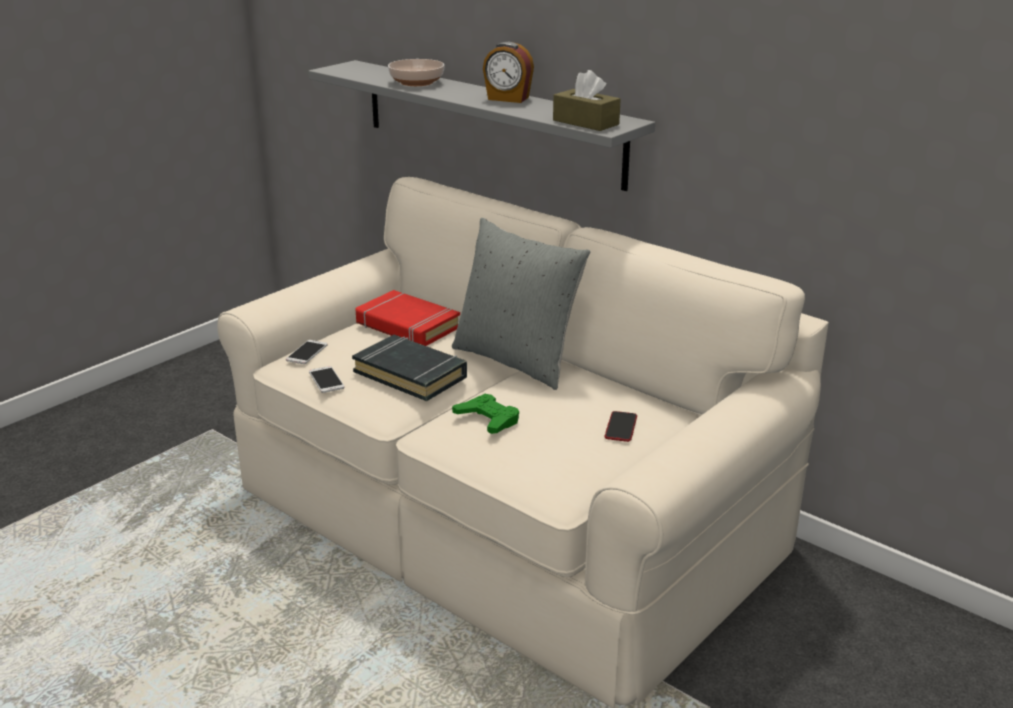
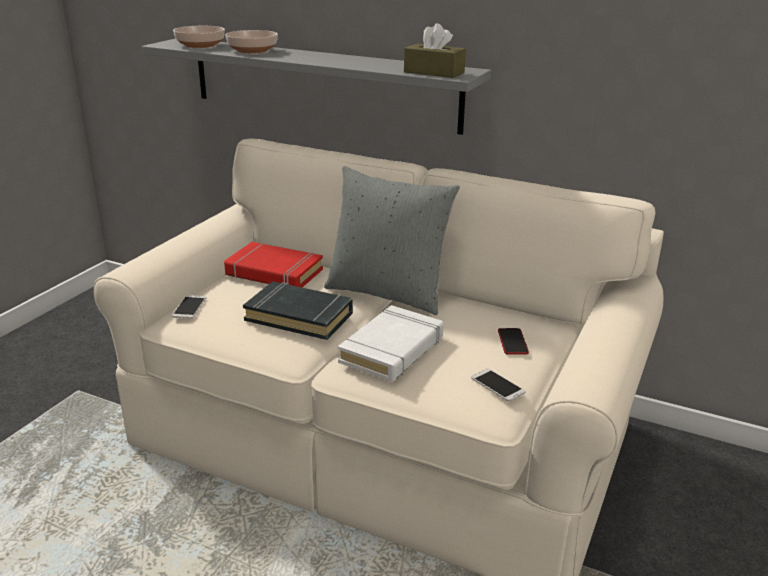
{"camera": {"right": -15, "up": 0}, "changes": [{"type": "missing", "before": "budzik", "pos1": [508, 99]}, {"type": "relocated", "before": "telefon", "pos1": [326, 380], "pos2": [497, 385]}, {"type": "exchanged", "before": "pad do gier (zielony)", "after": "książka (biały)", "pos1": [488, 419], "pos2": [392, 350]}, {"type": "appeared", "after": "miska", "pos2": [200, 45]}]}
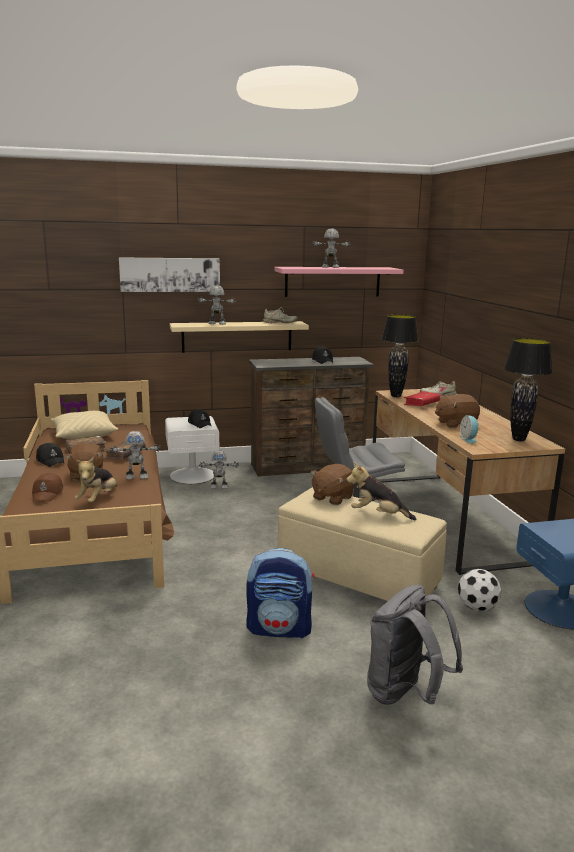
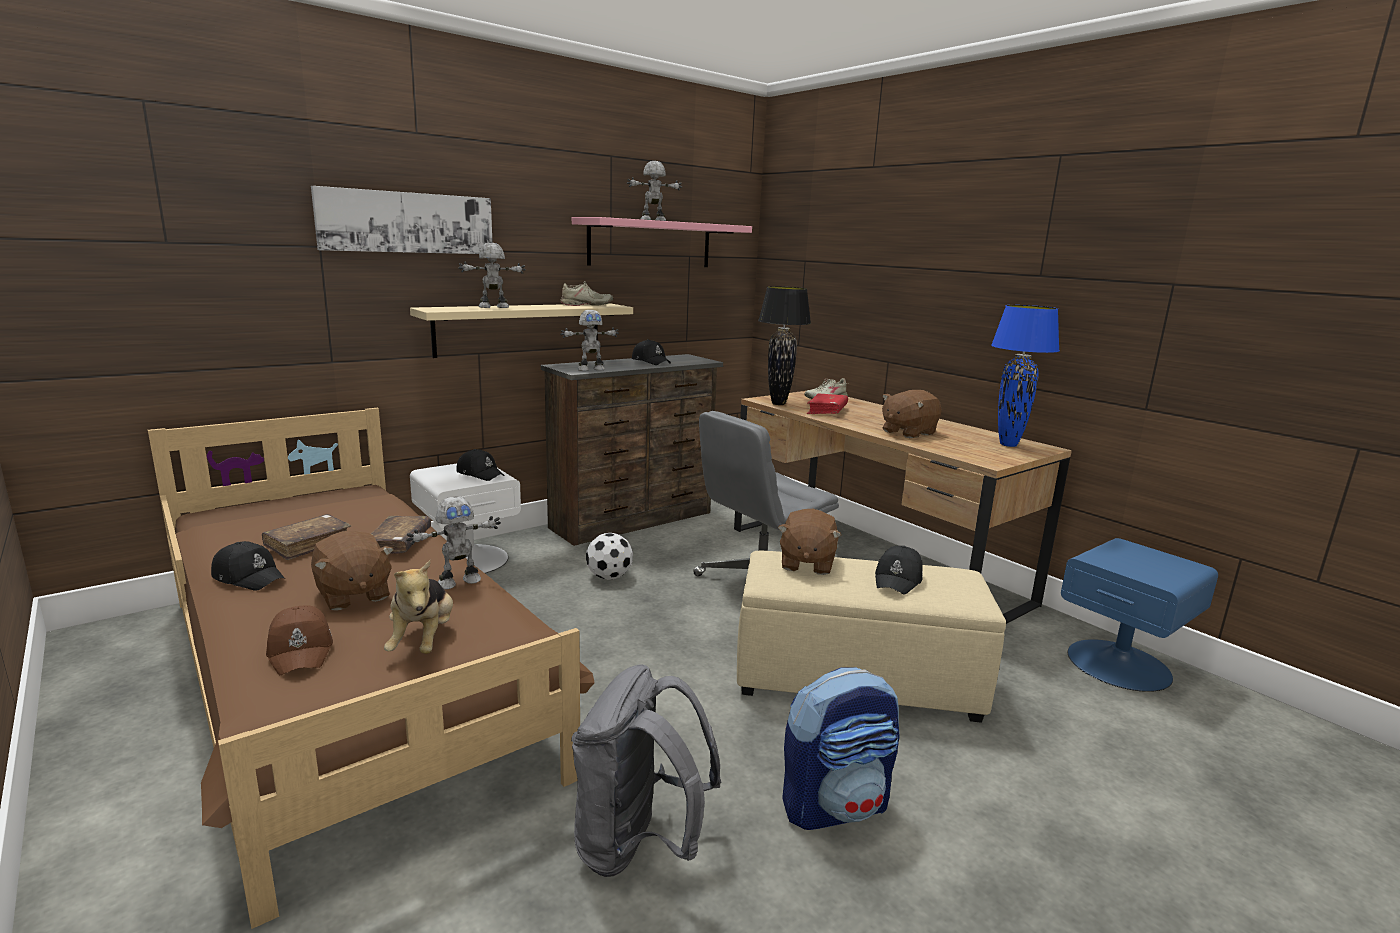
{"camera": {"right": -25, "up": 0}, "changes": [{"type": "colour", "before": "lampa stołowa (czarny)", "after": "lampa stołowa (niebieski)", "pos1": [519, 439], "pos2": [1009, 445]}, {"type": "missing", "before": "poduszka (beżowy)", "pos1": [83, 435]}, {"type": "missing", "before": "budzik", "pos1": [469, 439]}, {"type": "relocated", "before": "robot zabawkowy", "pos1": [219, 486], "pos2": [590, 369]}, {"type": "exchanged", "before": "pluszak", "after": "czapka z daszkiem (czarny)", "pos1": [378, 515], "pos2": [899, 579]}, {"type": "relocated", "before": "piłka futbolowa", "pos1": [477, 608], "pos2": [609, 577]}, {"type": "relocated", "before": "plecak (szary)", "pos1": [405, 694], "pos2": [638, 845]}]}
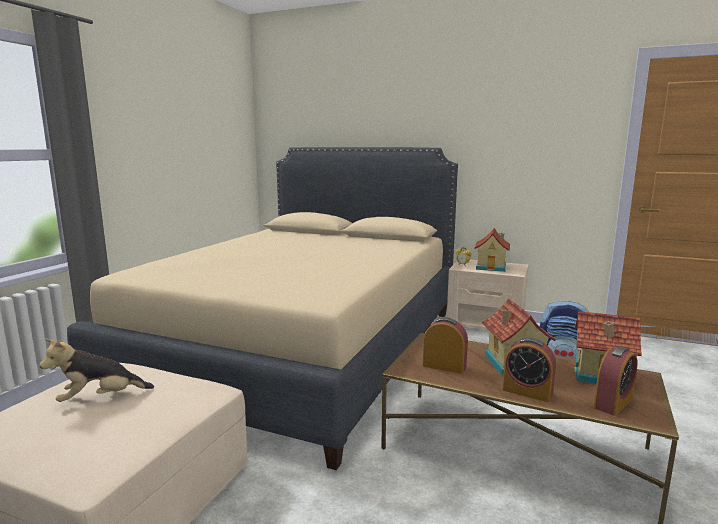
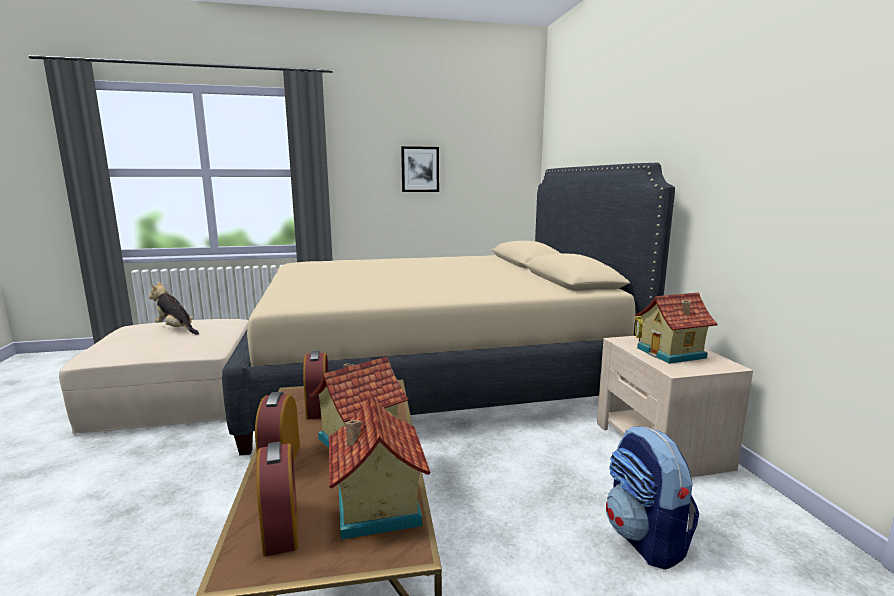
{"camera": {"right": 55, "up": 0}, "changes": [{"type": "spun", "before": "budzik", "pos1": [613, 403], "pos2": [281, 527], "turn": -120}, {"type": "appeared", "after": "obraz", "pos2": [420, 169]}]}
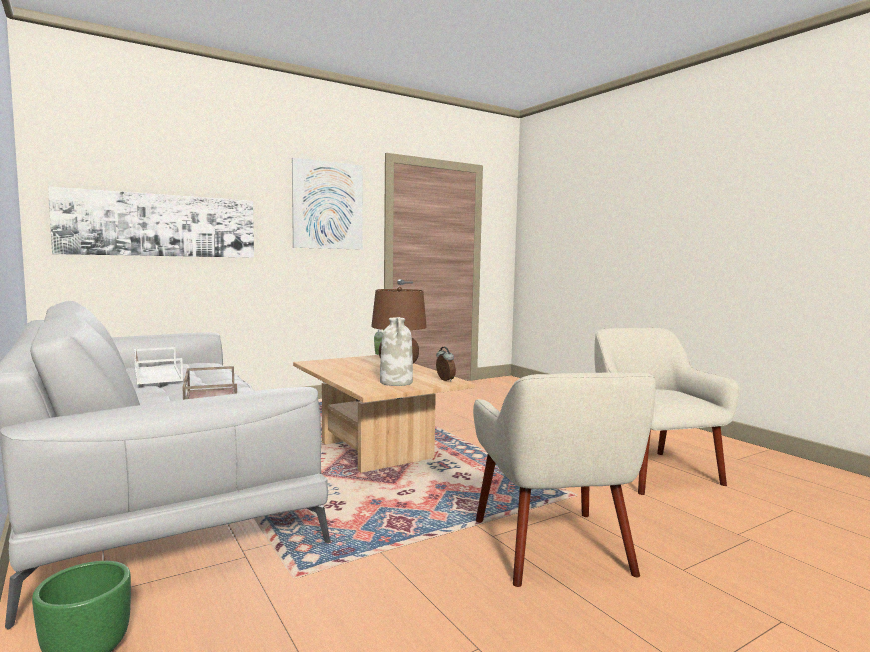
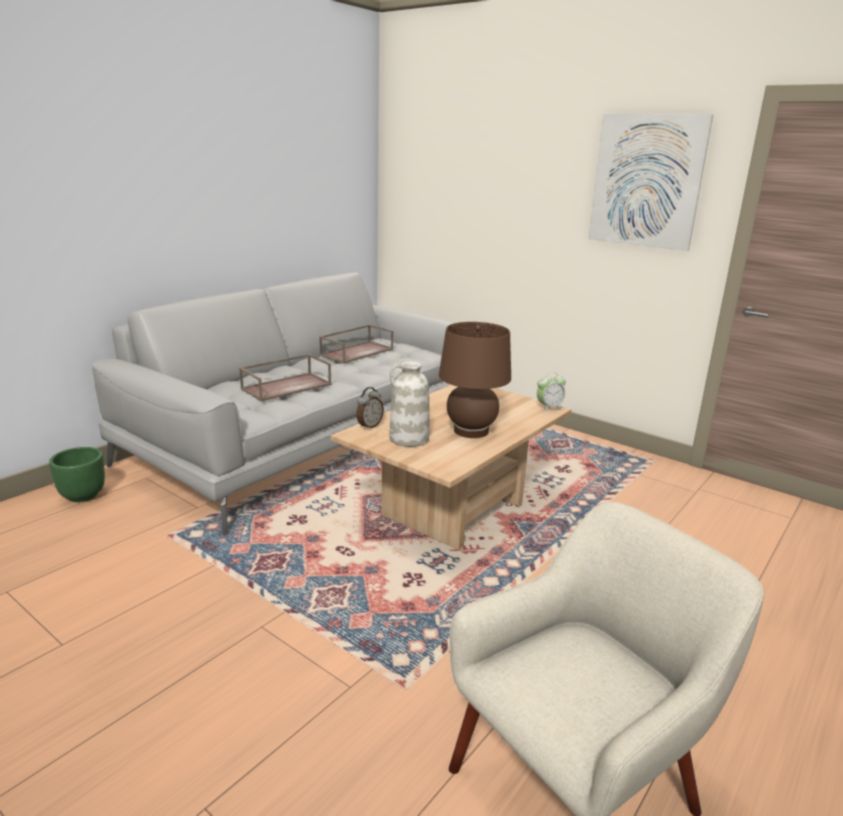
{"camera": {"right": 70, "up": 15}, "changes": [{"type": "missing", "before": "obraz", "pos1": [160, 225]}, {"type": "colour", "before": "taca (biały)", "after": "taca (brązowy)", "pos1": [156, 374], "pos2": [357, 352]}, {"type": "relocated", "before": "budzik", "pos1": [444, 380], "pos2": [369, 426]}, {"type": "missing", "before": "fotel (beżowy)", "pos1": [553, 547]}]}
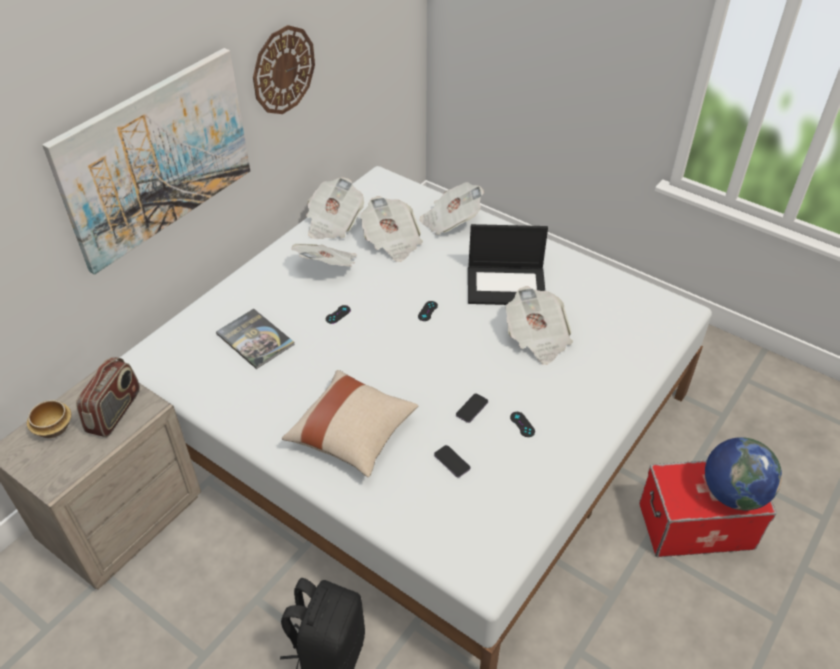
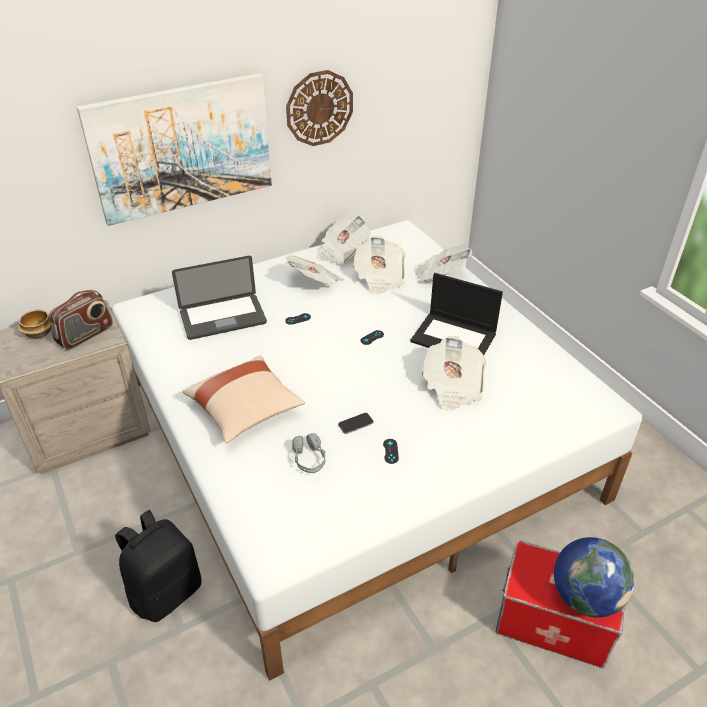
{"camera": {"right": 25, "up": -5}, "changes": [{"type": "exchanged", "before": "książka", "after": "laptop", "pos1": [255, 339], "pos2": [223, 318]}, {"type": "exchanged", "before": "telefon", "after": "słuchawki (szary)", "pos1": [452, 462], "pos2": [309, 459]}]}
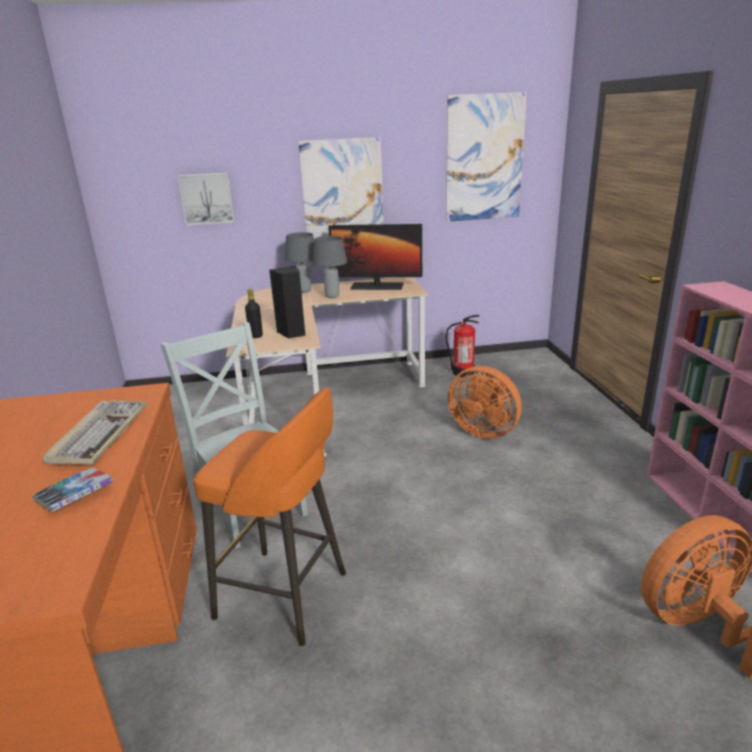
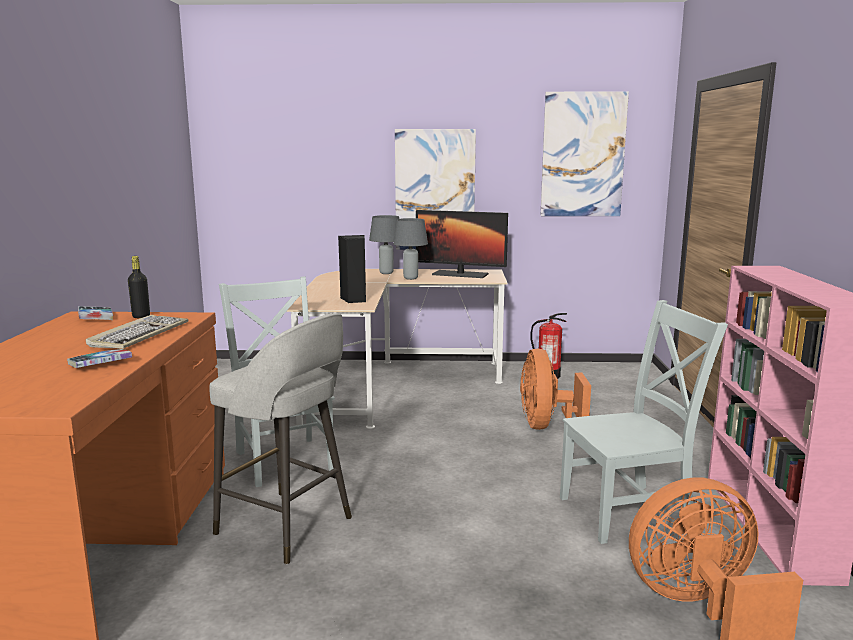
{"camera": {"right": 10, "up": -10}, "changes": [{"type": "missing", "before": "obraz", "pos1": [207, 198]}, {"type": "relocated", "before": "butelka (czarny)", "pos1": [256, 336], "pos2": [141, 316]}, {"type": "spun", "before": "wentylator (pomarańczowy)", "pos1": [483, 431], "pos2": [546, 425], "turn": 45}, {"type": "colour", "before": "stołek (pomarańczowy)", "after": "stołek (szary)", "pos1": [285, 596], "pos2": [287, 527]}, {"type": "appeared", "after": "krzesło (szary)", "pos2": [629, 512]}, {"type": "appeared", "after": "książka", "pos2": [96, 317]}]}
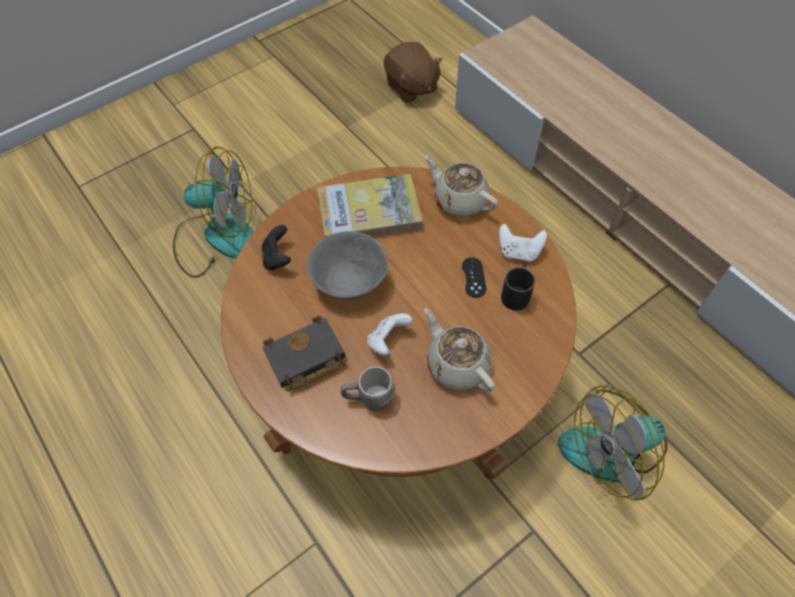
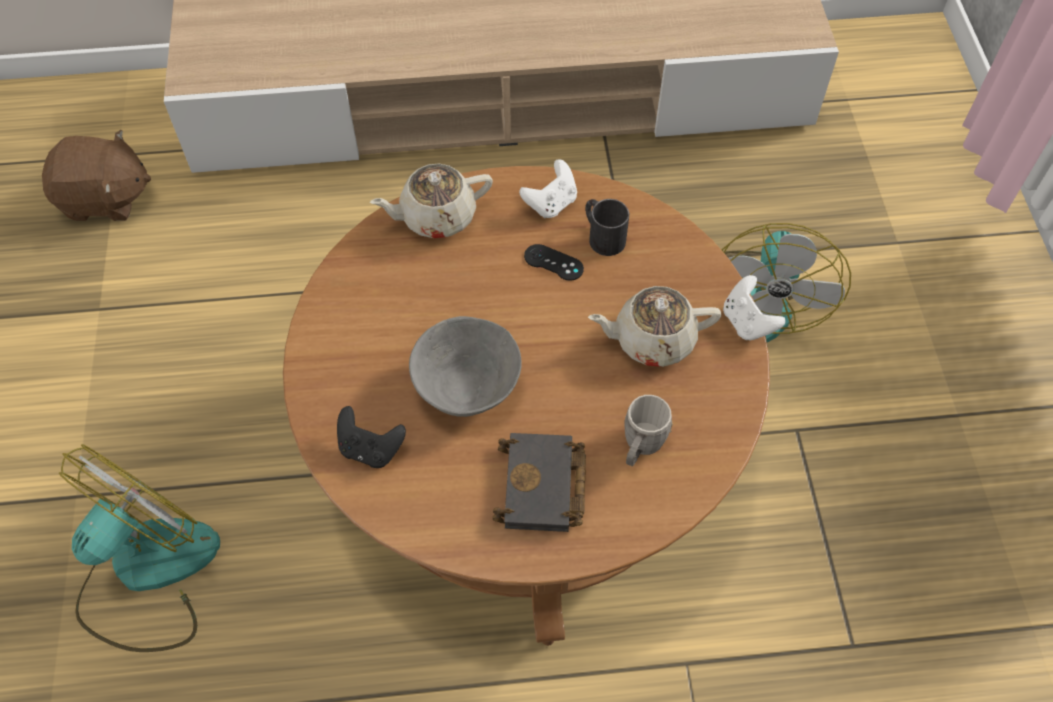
{"camera": {"right": -60, "up": 0}, "changes": [{"type": "missing", "before": "książka", "pos1": [369, 212]}, {"type": "relocated", "before": "pad do gier (biały)", "pos1": [387, 340], "pos2": [747, 322]}]}
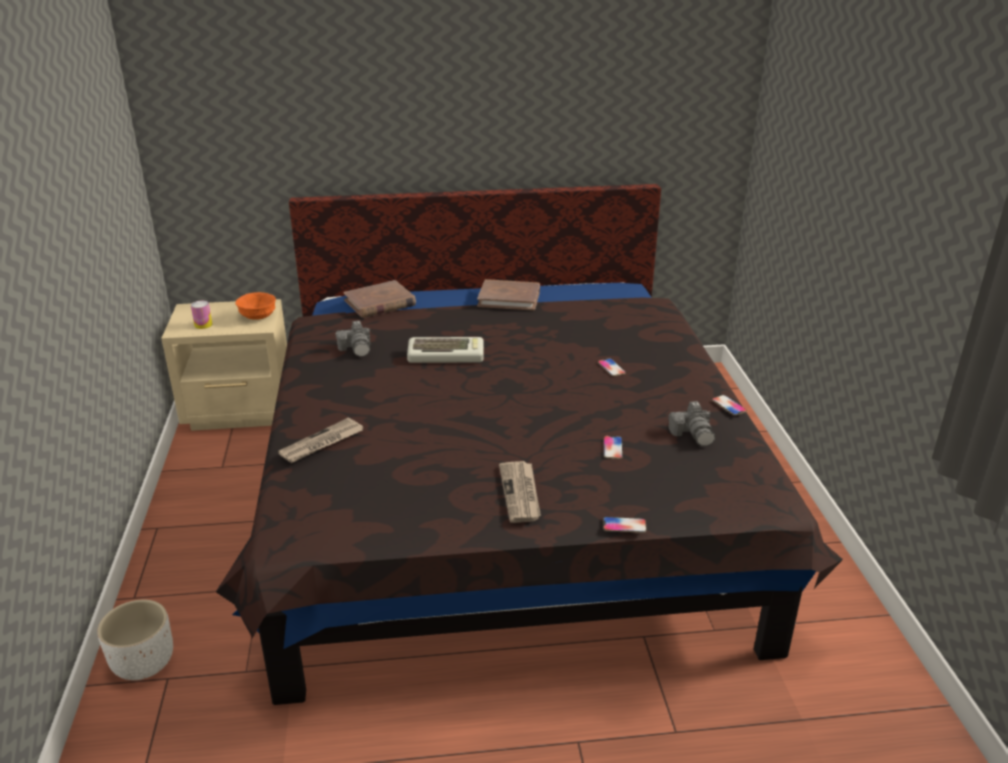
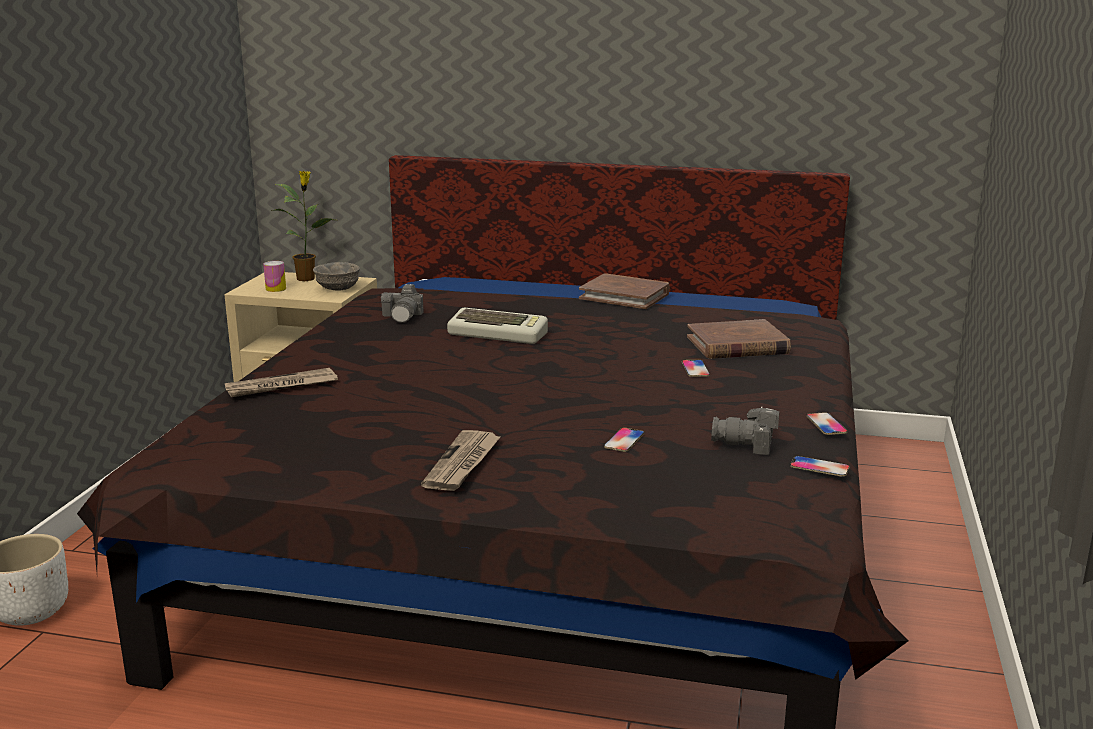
{"camera": {"right": 20, "up": -10}, "changes": [{"type": "relocated", "before": "książka (brązowy)", "pos1": [380, 303], "pos2": [737, 345]}, {"type": "colour", "before": "miska (pomarańczowy)", "after": "miska (szary)", "pos1": [257, 317], "pos2": [337, 289]}, {"type": "spun", "before": "aparat fotograficzny", "pos1": [693, 434], "pos2": [748, 444], "turn": 90}, {"type": "relocated", "before": "telefon", "pos1": [624, 525], "pos2": [819, 467]}, {"type": "appeared", "after": "roślina doniczkowa", "pos2": [307, 278]}]}
